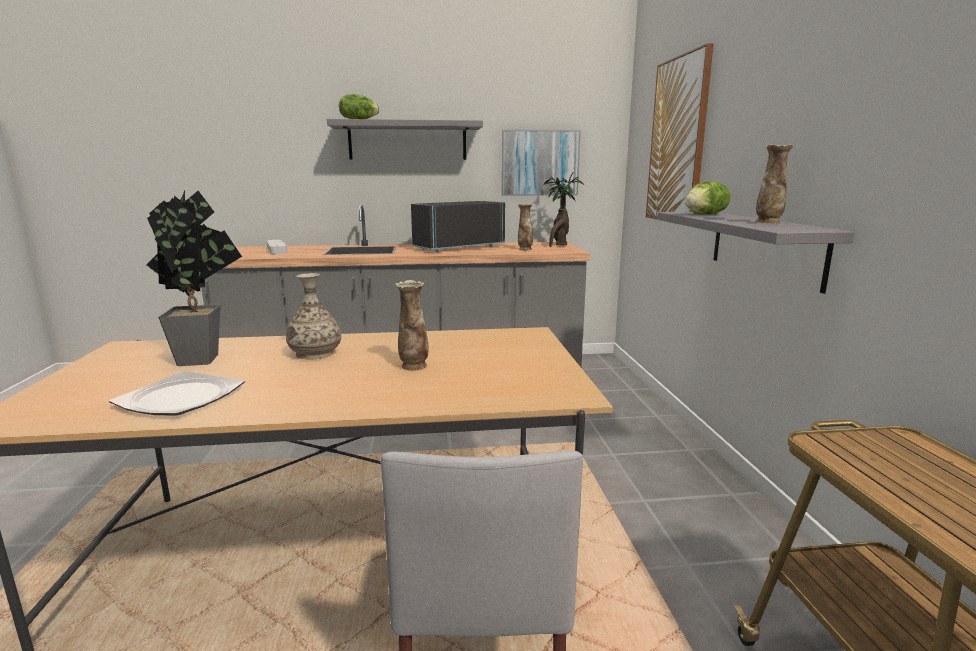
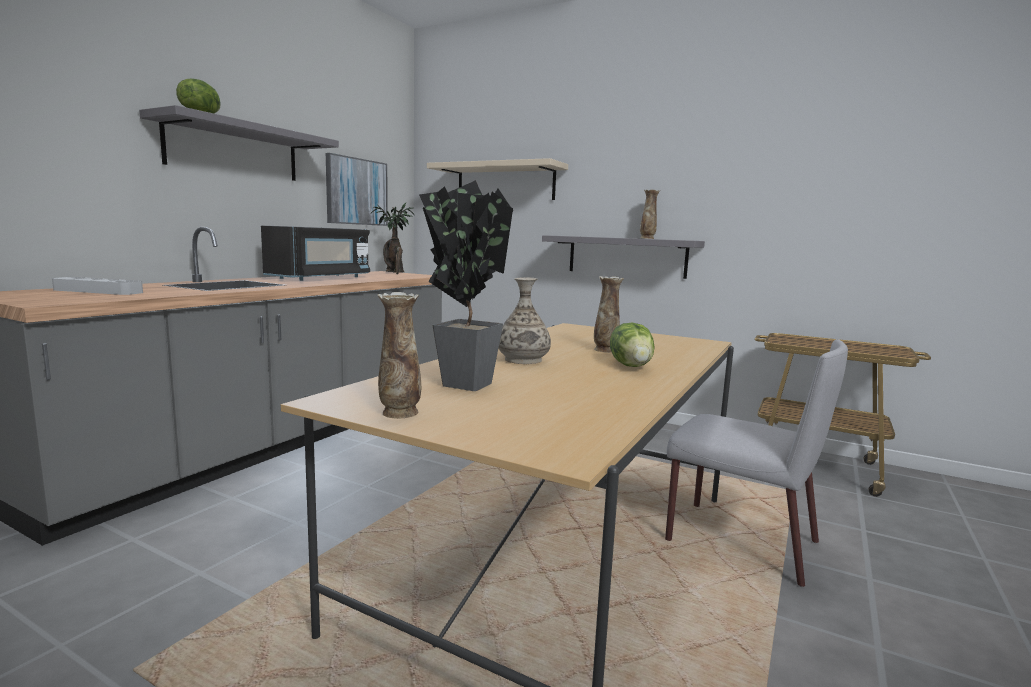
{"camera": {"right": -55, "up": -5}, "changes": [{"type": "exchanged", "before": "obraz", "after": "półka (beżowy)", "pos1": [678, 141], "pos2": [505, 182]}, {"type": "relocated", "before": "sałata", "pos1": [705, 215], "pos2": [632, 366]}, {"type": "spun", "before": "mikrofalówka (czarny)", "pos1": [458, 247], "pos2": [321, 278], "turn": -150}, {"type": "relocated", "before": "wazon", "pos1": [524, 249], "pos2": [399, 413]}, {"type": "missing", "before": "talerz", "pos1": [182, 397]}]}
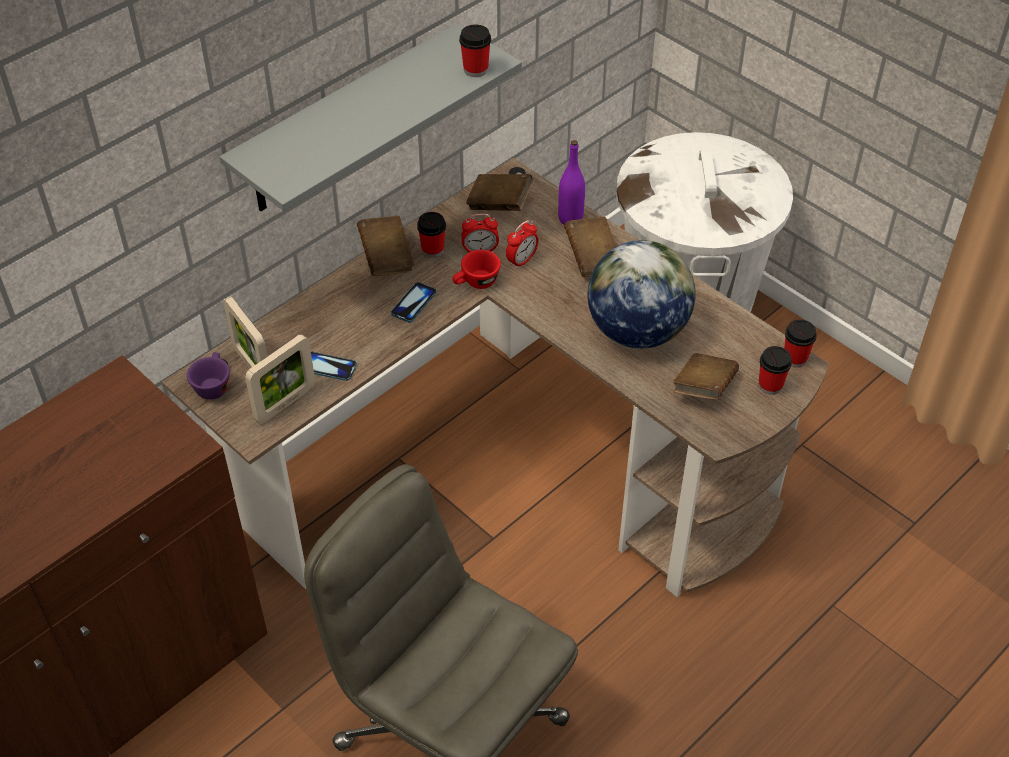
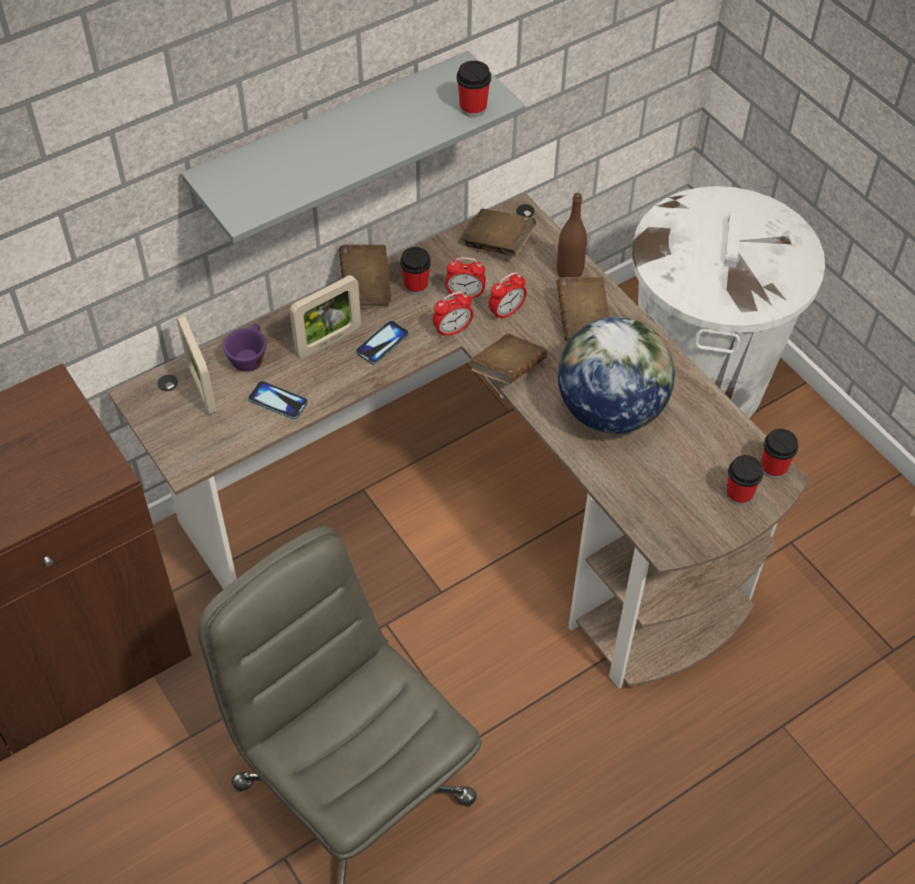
{"camera": {"right": 10, "up": 5}, "changes": [{"type": "colour", "before": "butelka (fioletowy)", "after": "butelka (brązowy)", "pos1": [570, 219], "pos2": [569, 272]}, {"type": "exchanged", "before": "filiżanka (czerwony)", "after": "budzik", "pos1": [476, 283], "pos2": [452, 330]}, {"type": "relocated", "before": "ramka na zdjęcie", "pos1": [285, 403], "pos2": [328, 341]}, {"type": "relocated", "before": "filiżanka (fioletowy)", "pos1": [212, 385], "pos2": [249, 356]}, {"type": "relocated", "before": "książka (brązowy)", "pos1": [703, 388], "pos2": [507, 371]}]}
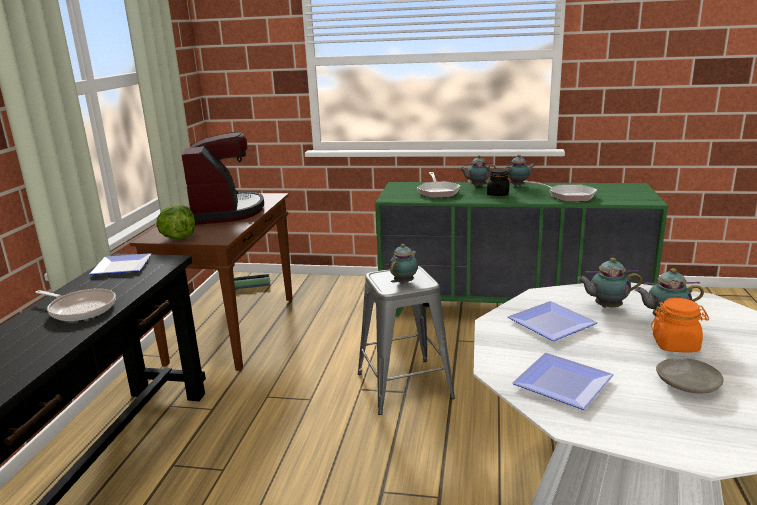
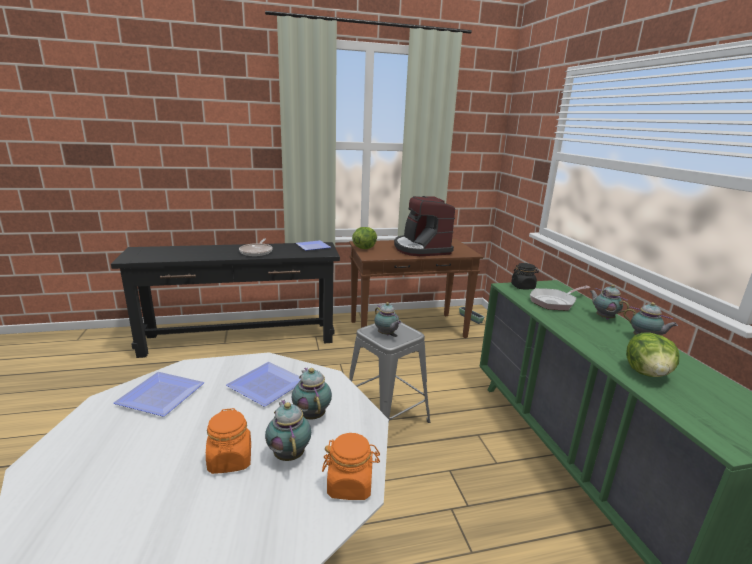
{"camera": {"right": 65, "up": 0}, "changes": [{"type": "spun", "before": "ekspres do kawy", "pos1": [225, 212], "pos2": [421, 248], "turn": 105}, {"type": "relocated", "before": "słoik (czarny)", "pos1": [498, 194], "pos2": [523, 287]}, {"type": "exchanged", "before": "patelnia", "after": "sałata", "pos1": [568, 196], "pos2": [647, 373]}, {"type": "spun", "before": "imbryk", "pos1": [404, 282], "pos2": [386, 334], "turn": 45}, {"type": "missing", "before": "talerz (beżowy)", "pos1": [687, 384]}, {"type": "appeared", "after": "słoik (pomarańczowy)", "pos2": [350, 485]}]}
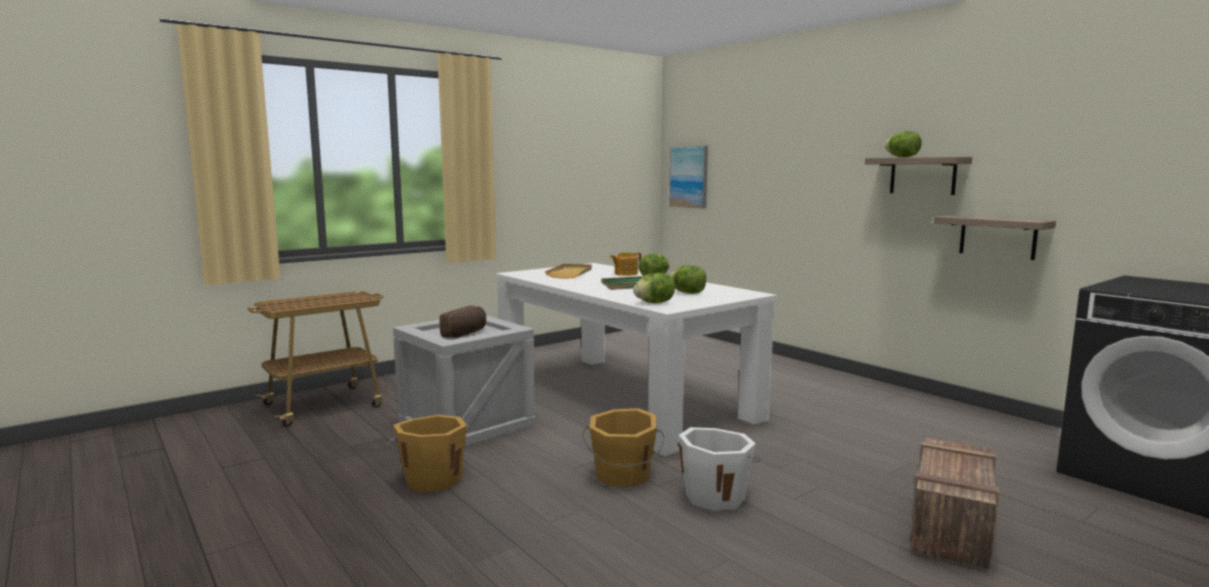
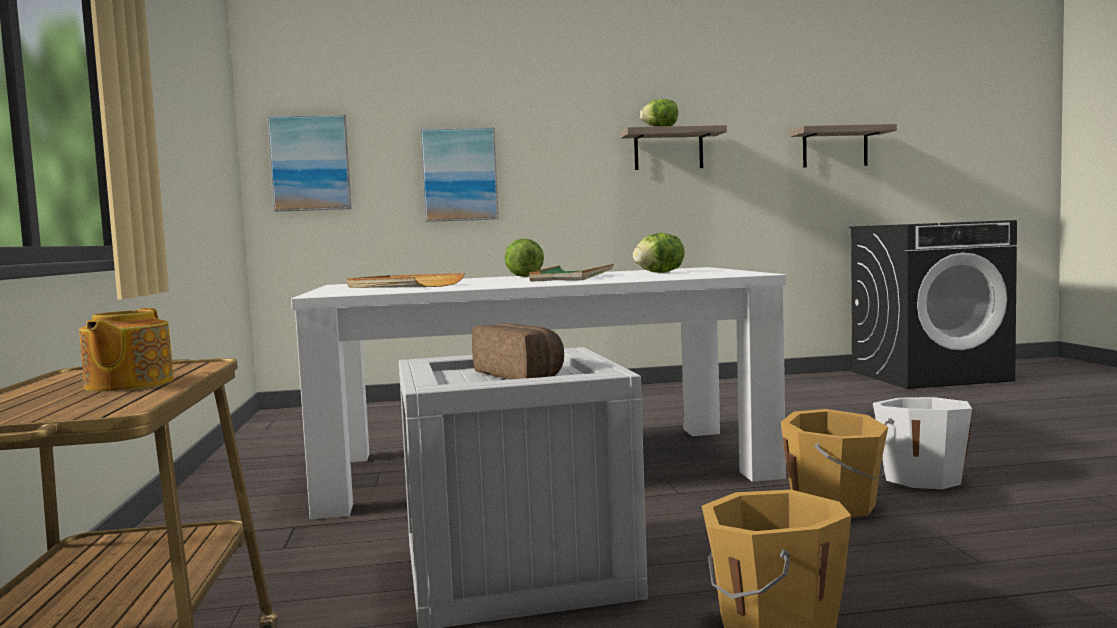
{"camera": {"right": -60, "up": -5}, "changes": [{"type": "relocated", "before": "półka", "pos1": [997, 237], "pos2": [835, 147]}, {"type": "relocated", "before": "imbryk", "pos1": [625, 274], "pos2": [127, 385]}, {"type": "missing", "before": "sałata", "pos1": [654, 303]}, {"type": "missing", "before": "skrzynka", "pos1": [951, 529]}, {"type": "appeared", "after": "obraz", "pos2": [459, 174]}]}
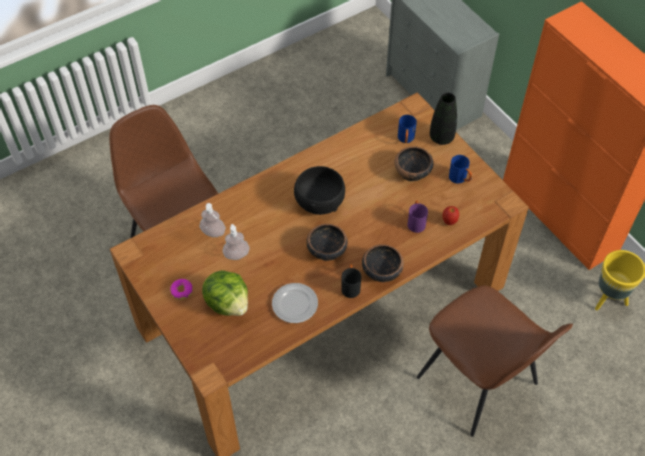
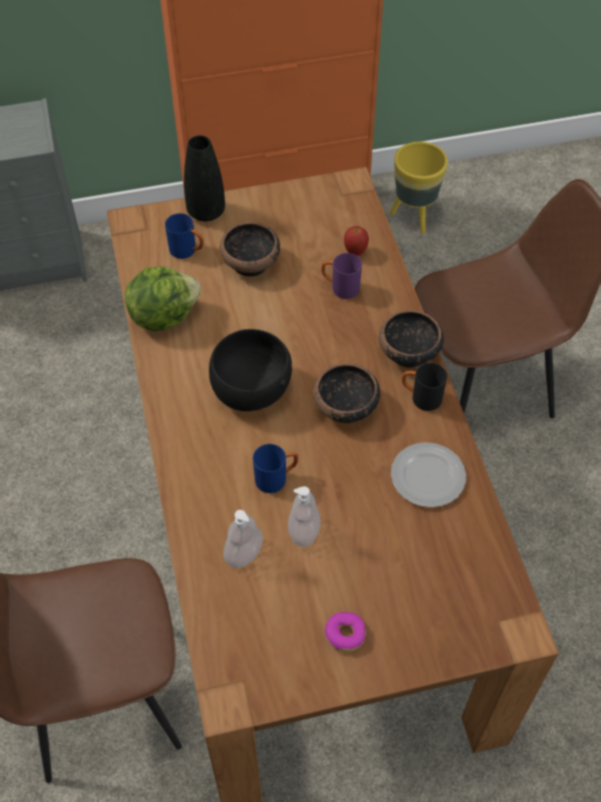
{"camera": {"right": -70, "up": 0}, "changes": [{"type": "relocated", "before": "kubek (niebieski)", "pos1": [460, 179], "pos2": [276, 478]}, {"type": "relocated", "before": "sałata", "pos1": [228, 303], "pos2": [163, 315]}]}
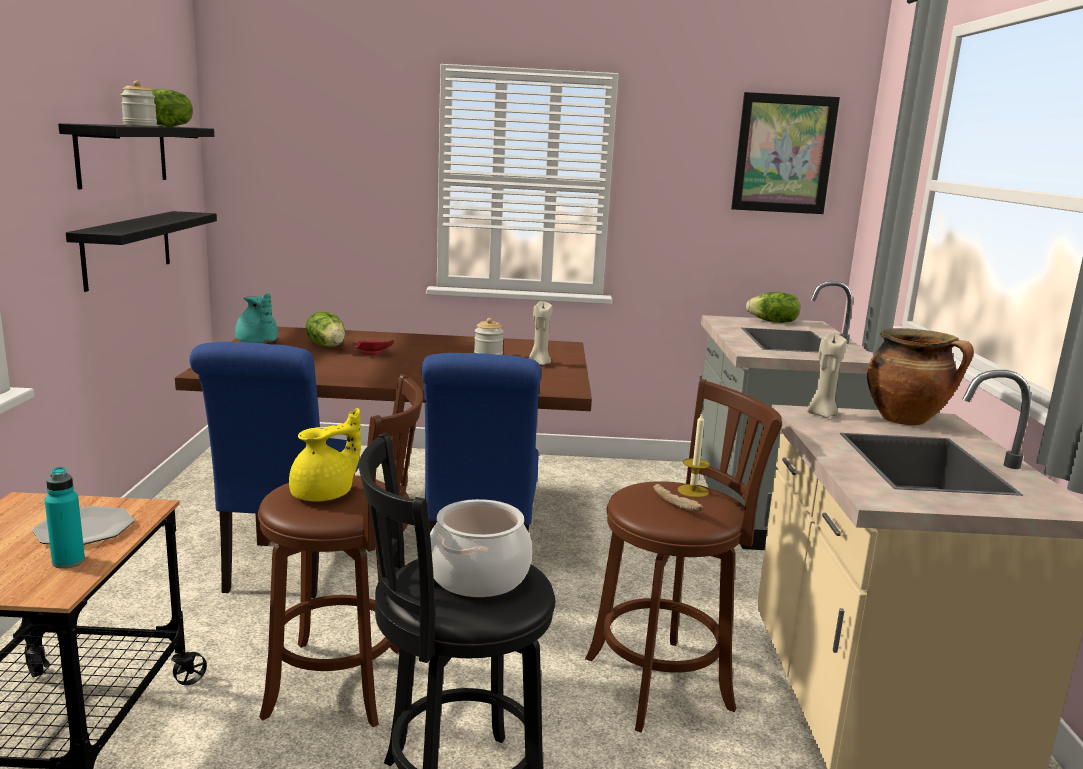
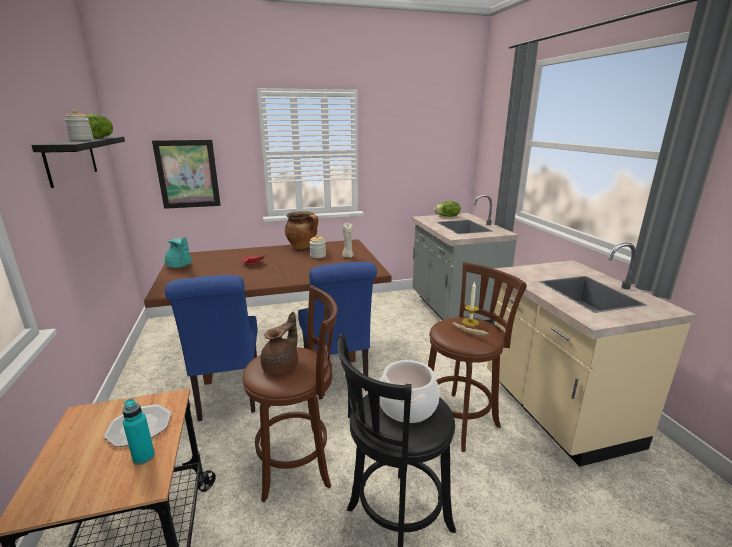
{"camera": {"right": -15, "up": 5}, "changes": [{"type": "relocated", "before": "obraz", "pos1": [784, 154], "pos2": [188, 174]}, {"type": "missing", "before": "półka (czarny)", "pos1": [127, 248]}, {"type": "missing", "before": "sałata", "pos1": [327, 346]}, {"type": "relocated", "before": "garnek", "pos1": [906, 420], "pos2": [303, 247]}, {"type": "missing", "before": "świeca (beżowy)", "pos1": [821, 414]}, {"type": "colour", "before": "imbryk (żółty)", "after": "imbryk (brązowy)", "pos1": [325, 494], "pos2": [282, 366]}]}
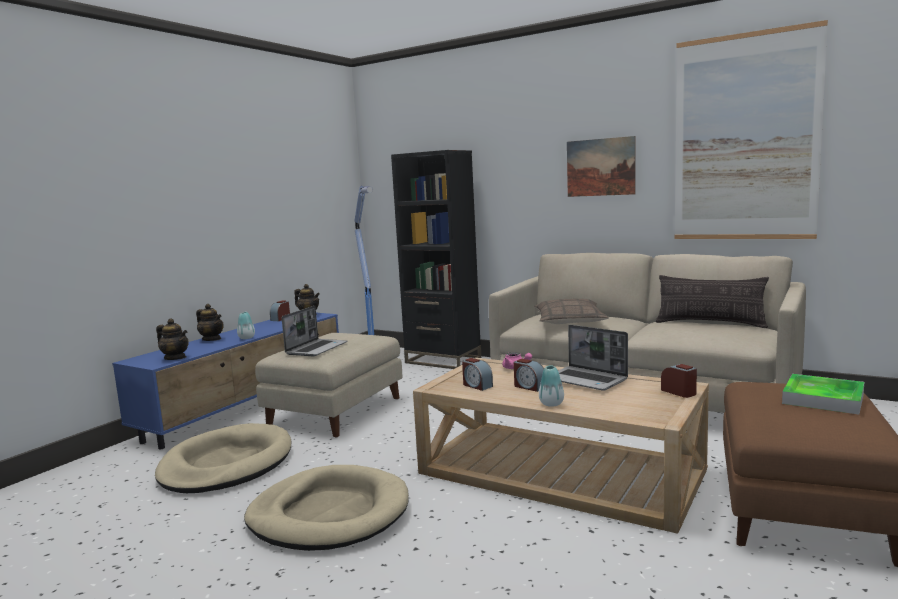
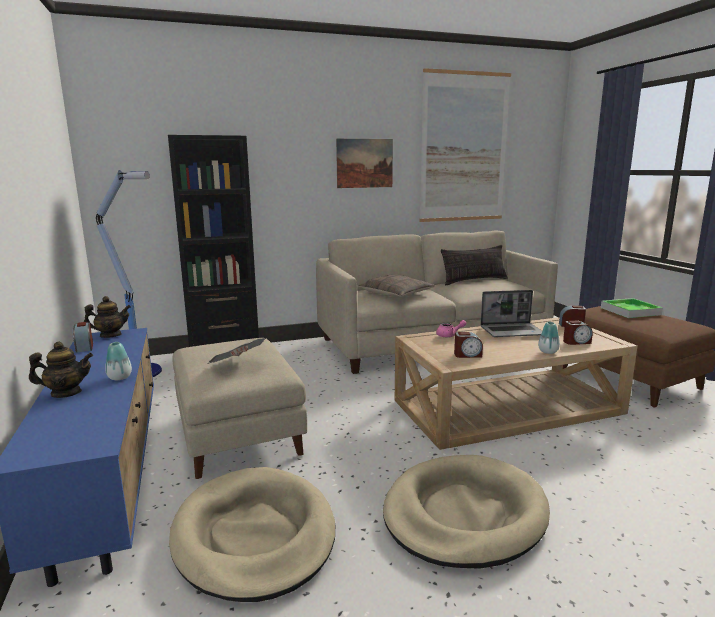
{"camera": {"right": -50, "up": 5}, "changes": [{"type": "exchanged", "before": "laptop", "after": "gazeta", "pos1": [316, 348], "pos2": [237, 366]}, {"type": "missing", "before": "imbryk", "pos1": [175, 358]}, {"type": "relocated", "before": "budzik", "pos1": [529, 387], "pos2": [576, 342]}]}
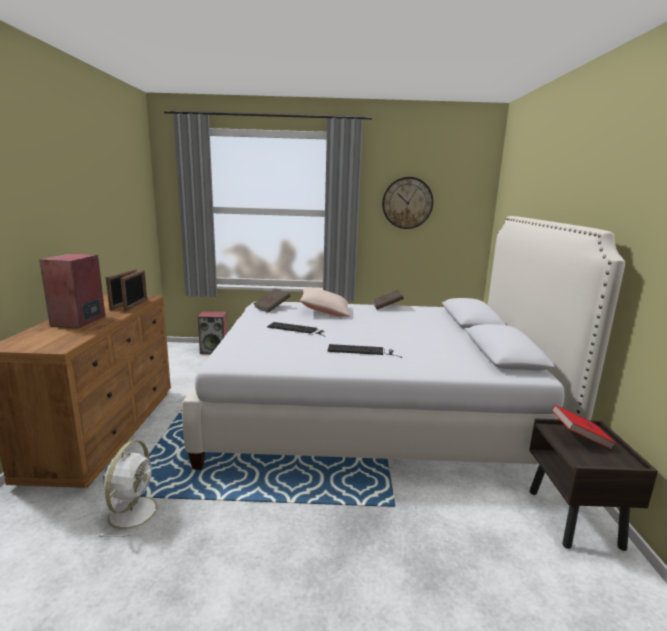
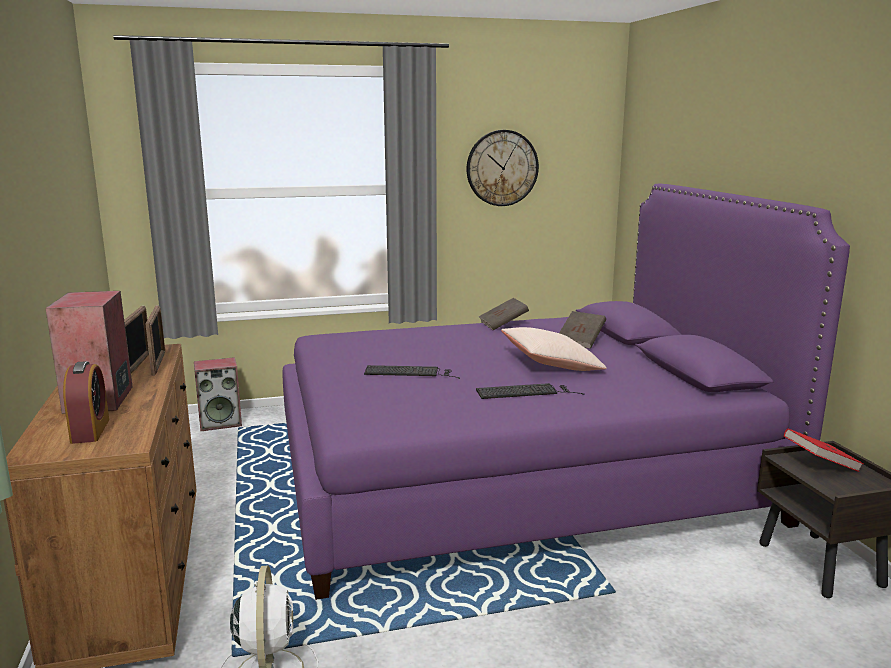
{"camera": {"right": -15, "up": 0}, "changes": [{"type": "colour", "before": "łóżko (biały)", "after": "łóżko (fioletowy)", "pos1": [373, 411], "pos2": [517, 477]}, {"type": "relocated", "before": "poduszka (beżowy)", "pos1": [325, 311], "pos2": [551, 364]}, {"type": "relocated", "before": "książka (brązowy)", "pos1": [272, 308], "pos2": [581, 341]}, {"type": "appeared", "after": "budzik", "pos2": [90, 430]}]}
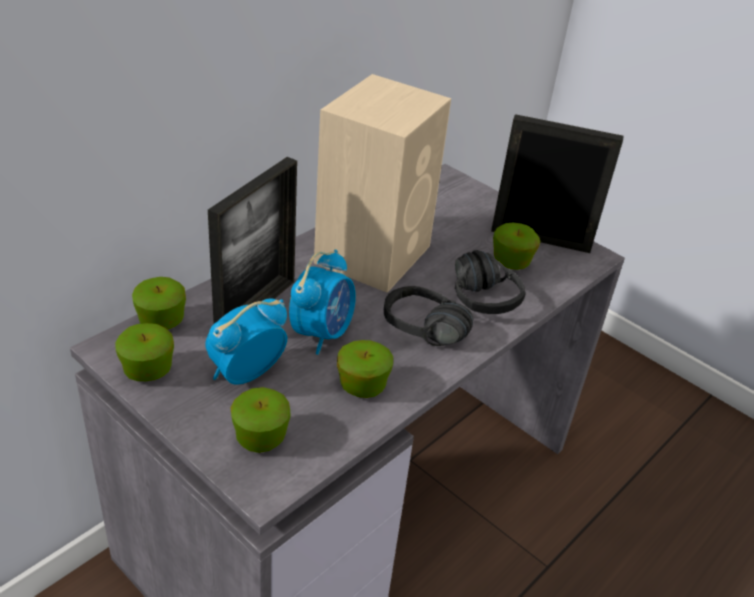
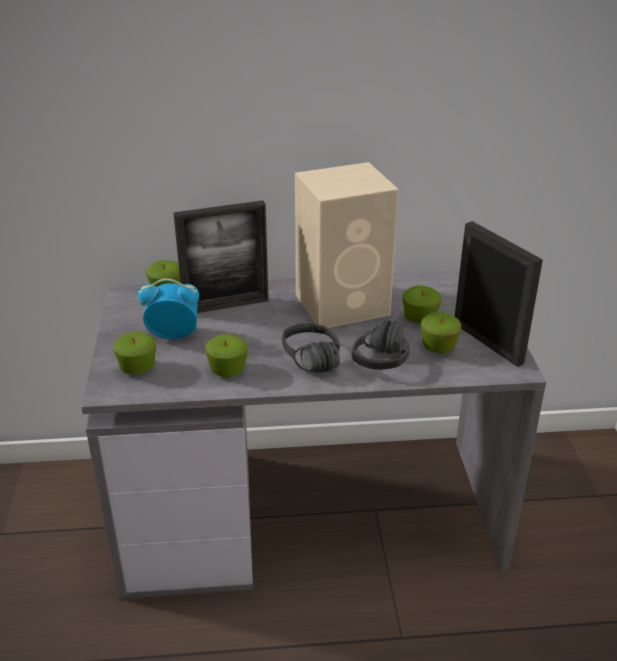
{"camera": {"right": 45, "up": -5}, "changes": [{"type": "missing", "before": "budzik", "pos1": [322, 333]}, {"type": "relocated", "before": "jabłko", "pos1": [147, 370], "pos2": [419, 319]}]}
